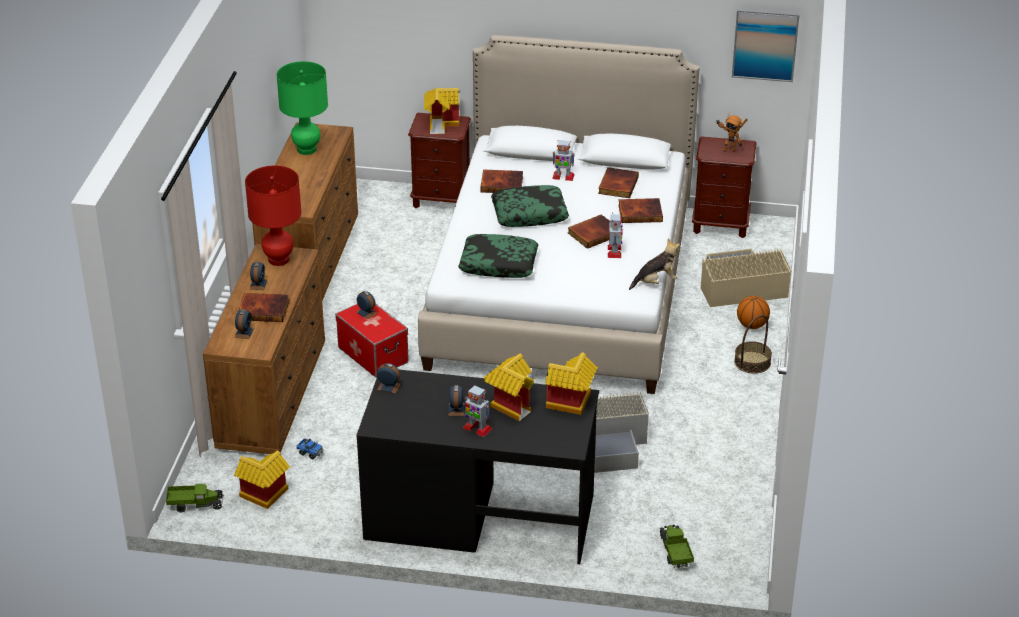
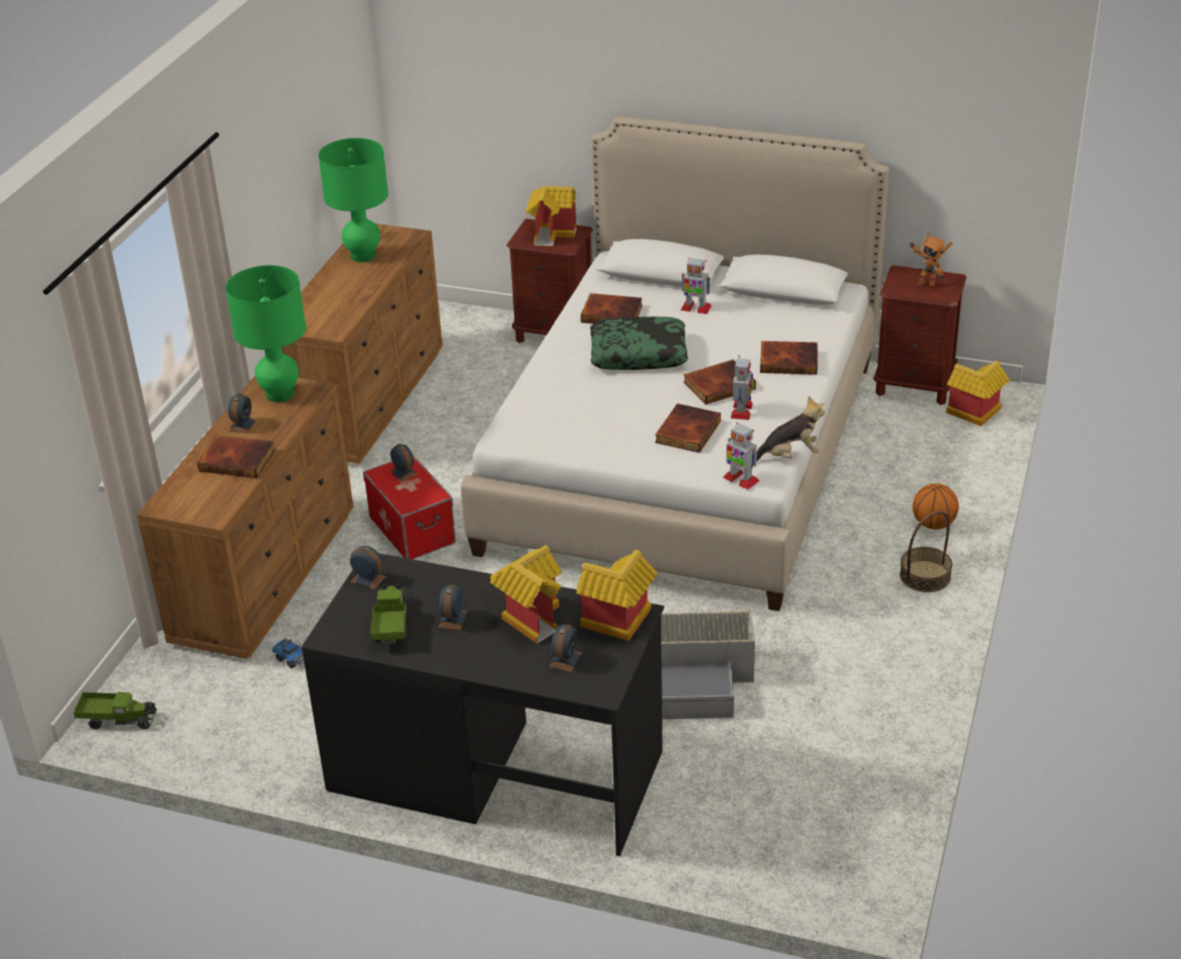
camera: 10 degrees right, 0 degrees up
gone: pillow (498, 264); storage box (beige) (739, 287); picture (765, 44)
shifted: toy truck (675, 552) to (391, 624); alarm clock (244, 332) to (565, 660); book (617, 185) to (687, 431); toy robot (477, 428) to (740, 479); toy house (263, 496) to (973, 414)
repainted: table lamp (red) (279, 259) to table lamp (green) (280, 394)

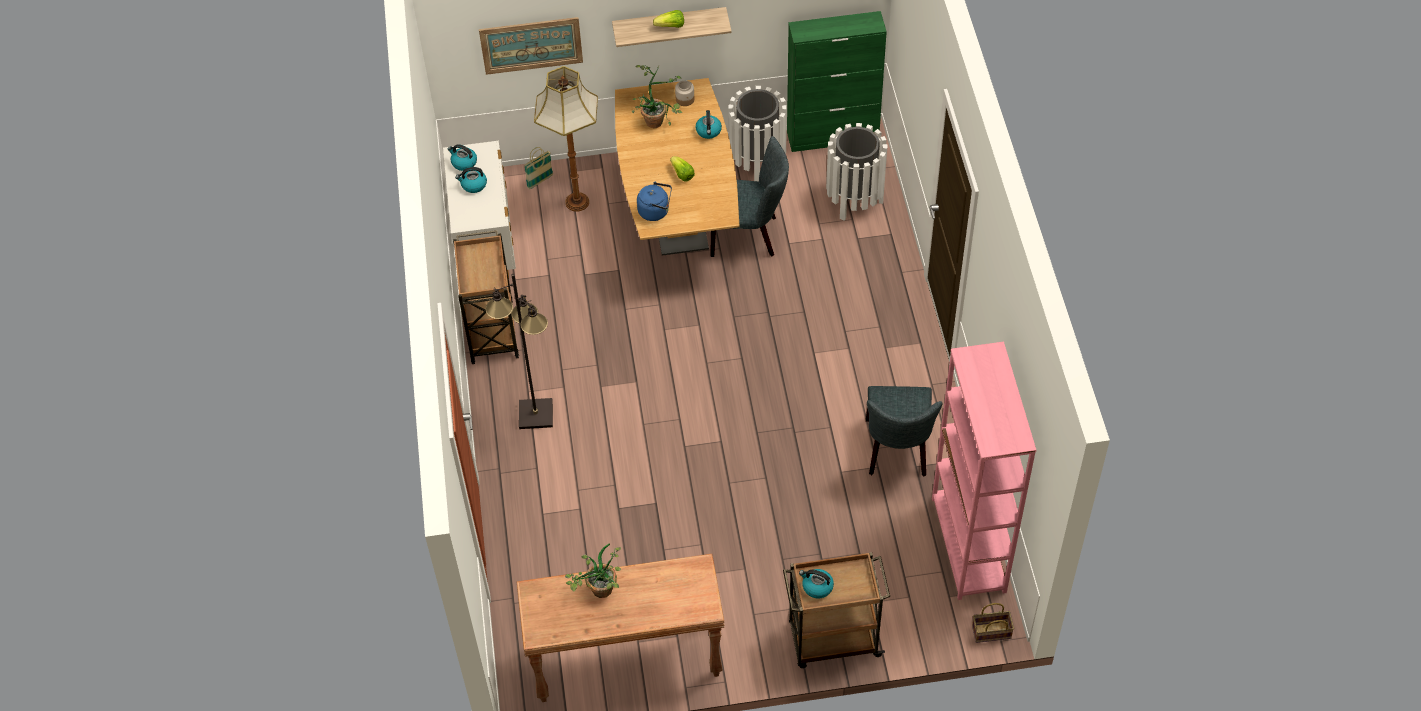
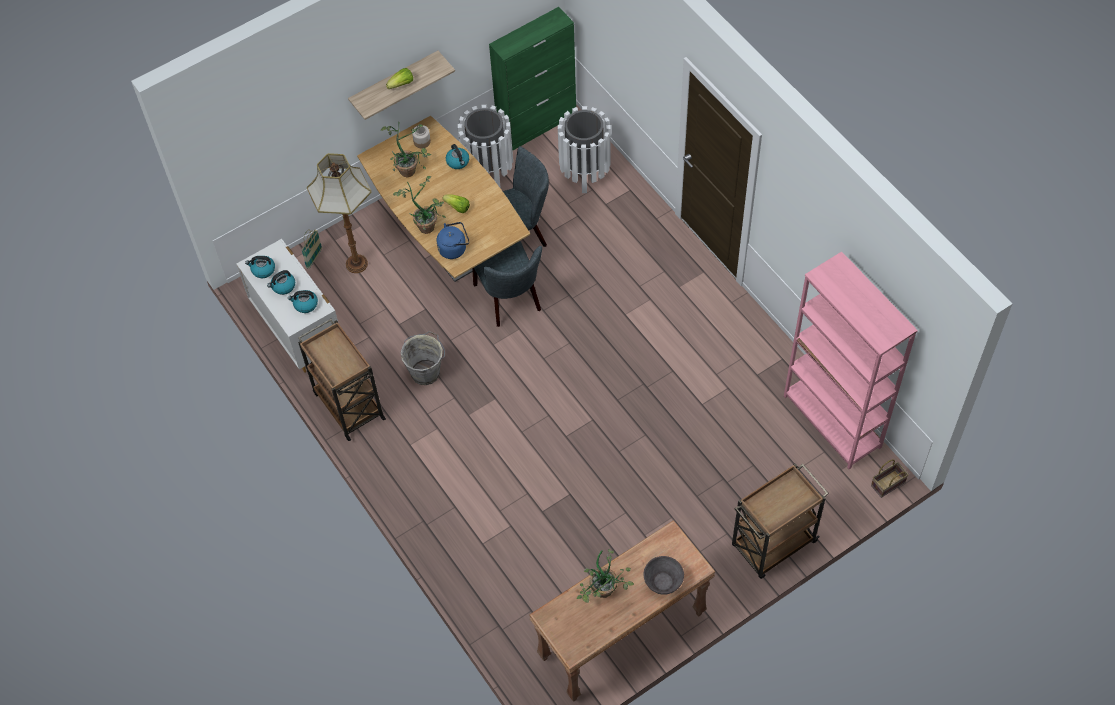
camera: 25 degrees left, 5 degrees up
gone: picture (531, 45); floor lamp (black) (535, 414)
new: potted plant (426, 223); bucket (grey) (426, 372); bowl (grey) (663, 581)
shifted: kettle (817, 587) to (305, 304); chair (grey) (897, 451) to (510, 300)

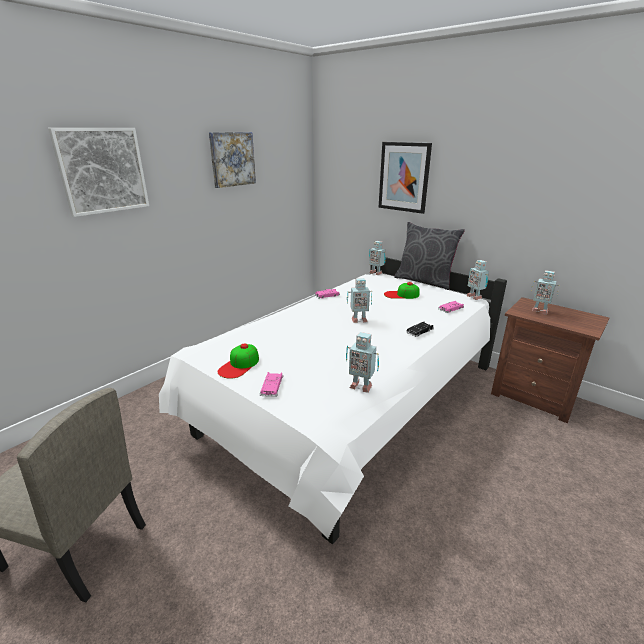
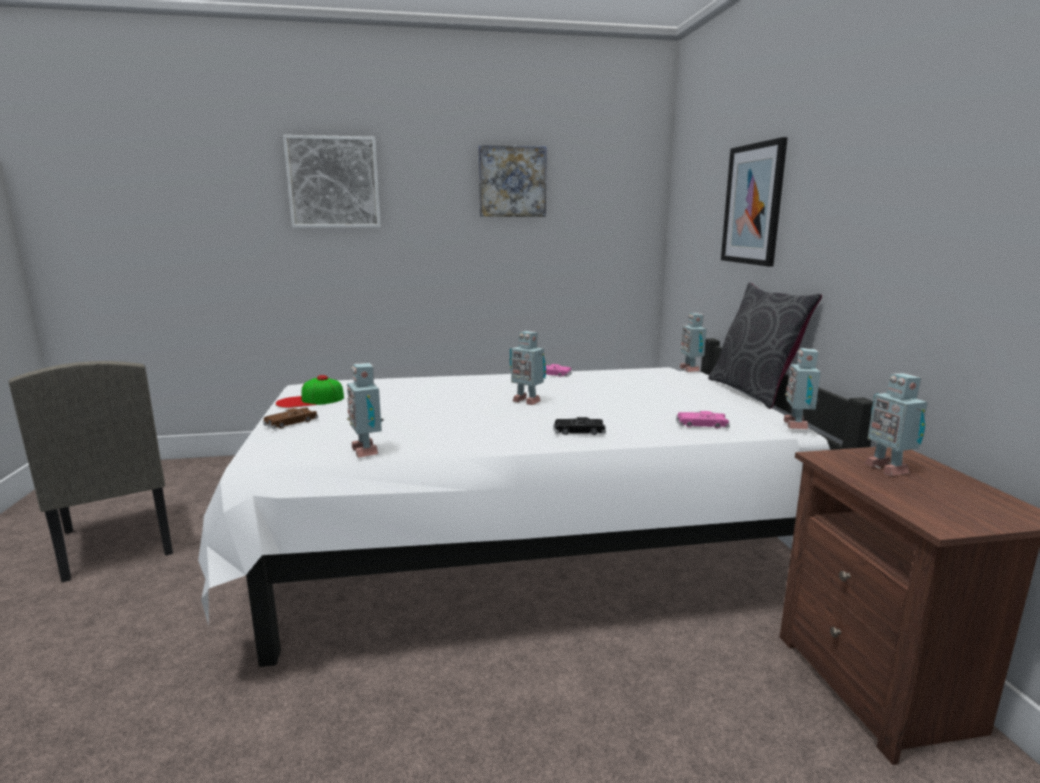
camera: 40 degrees right, 10 degrees down
gone: cap (401, 295)
repainted: toy car (pink) (272, 387) to toy car (brown) (291, 422)

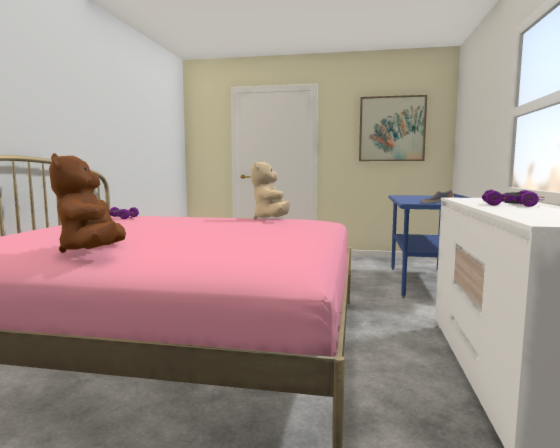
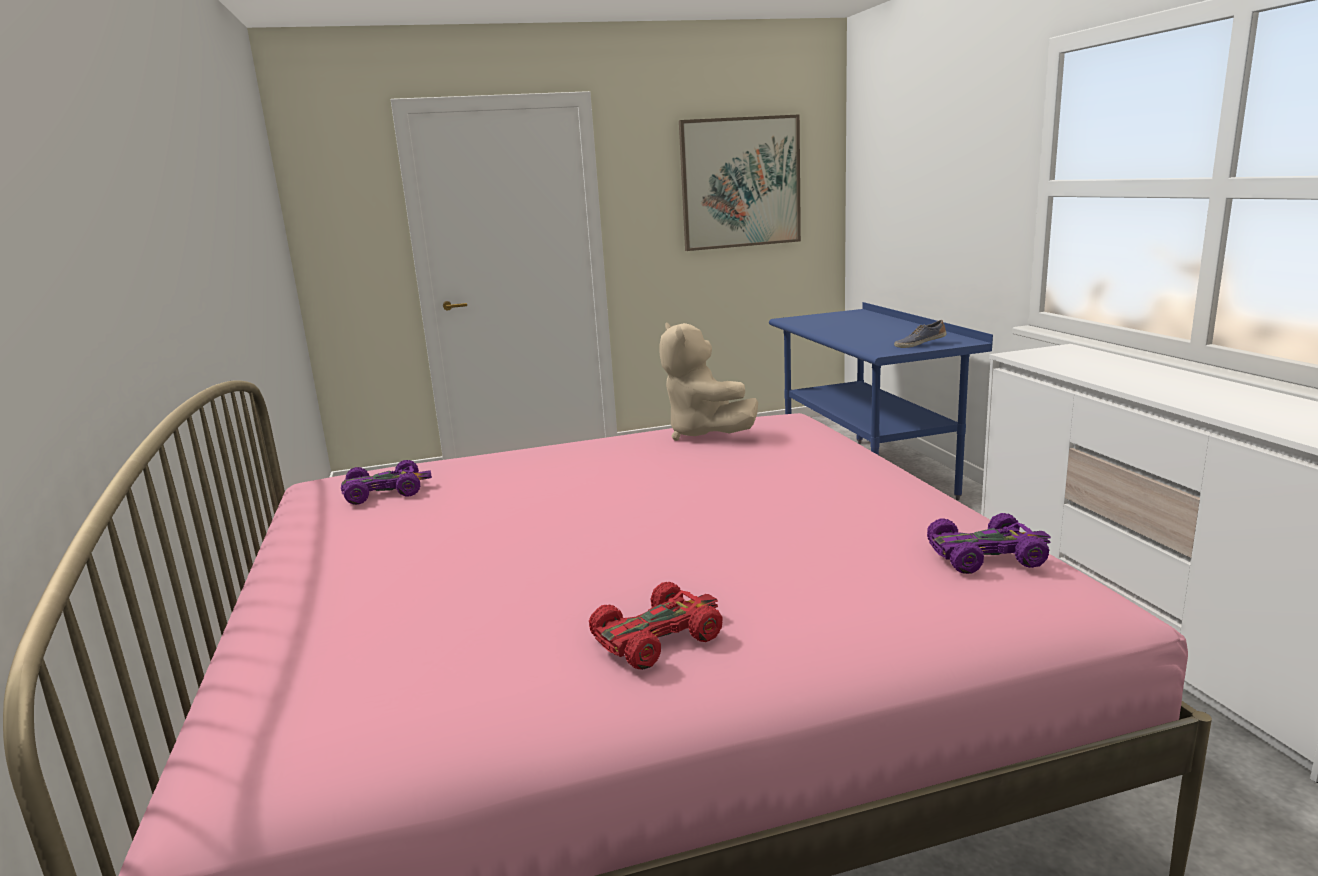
camera: 25 degrees left, 10 degrees up
shifted: toy car (purple) (509, 205) to (986, 556)
swapped: plush toy (brown) (93, 251) to toy car (red) (658, 637)

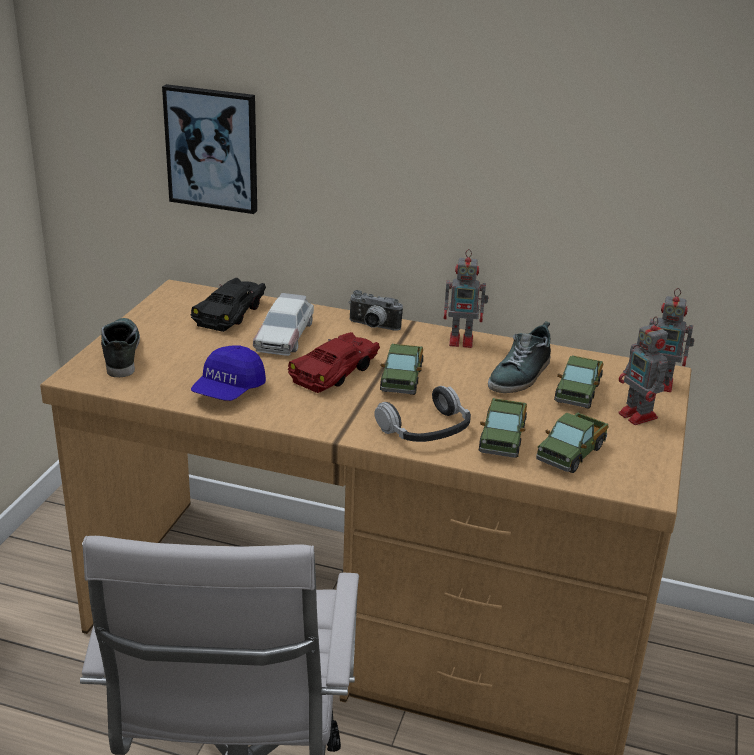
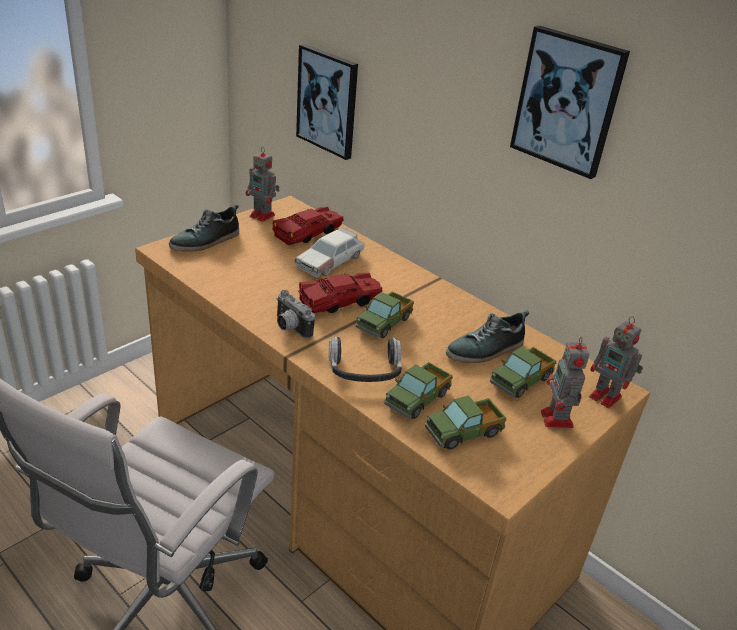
camera: 25 degrees right, 5 degrees up
gone: cap (blue) (228, 391)
new: picture (567, 102)
shifted: toy robot (463, 340) to (263, 216); photo camera (372, 327) to (289, 328)
repainted: toy car (black) (231, 313) to toy car (red) (309, 233)
rotated: shoe (120, 353) = (206, 241) 150 degrees counterclockwise

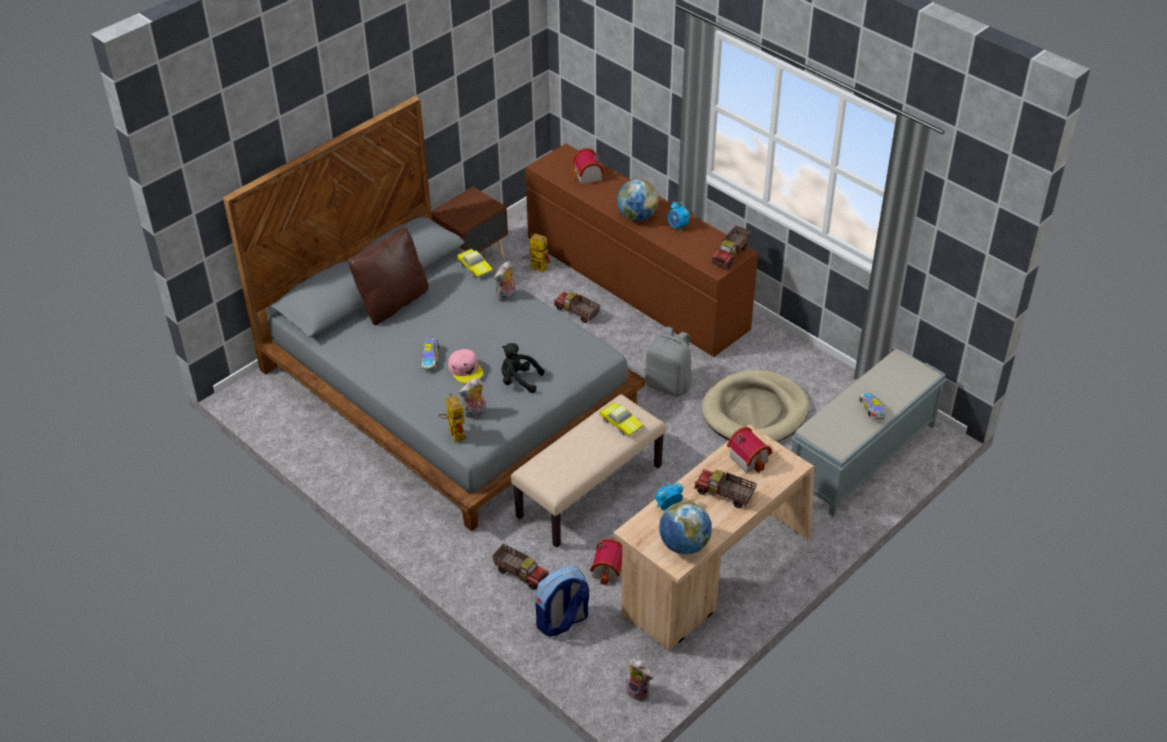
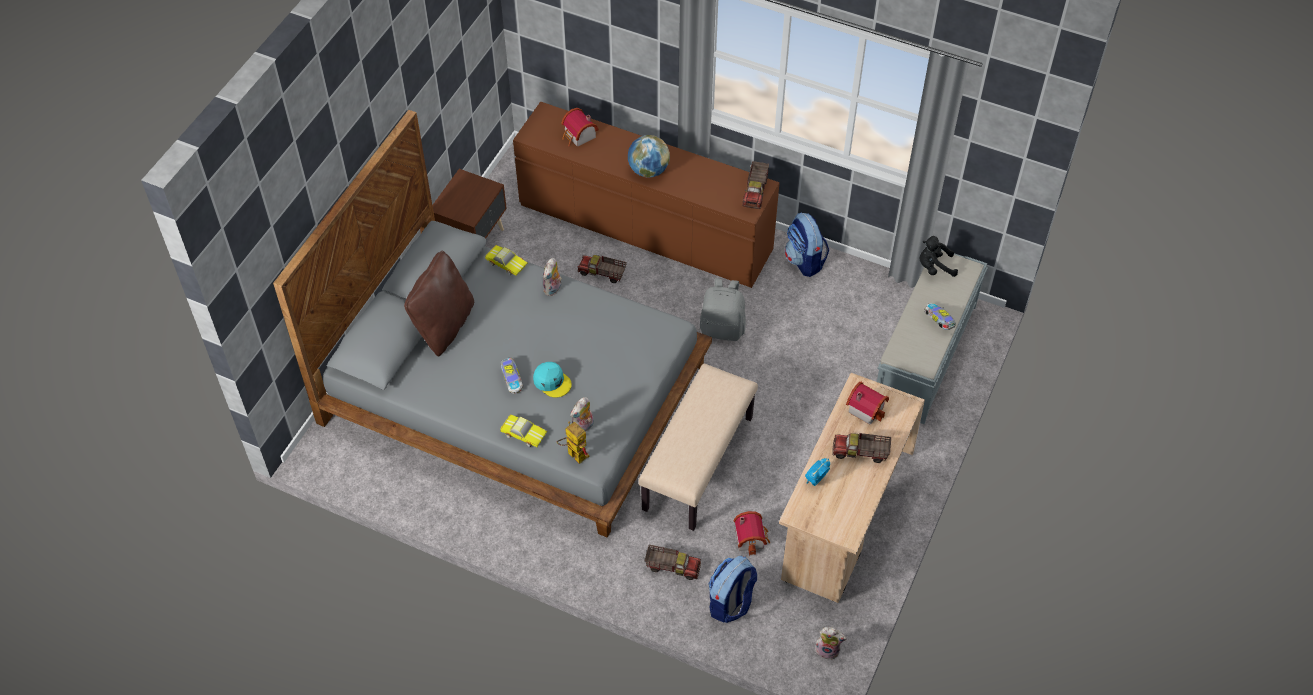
camera: 20 degrees left, 10 degrees up
gone: toy robot (535, 268); globe (684, 545); alarm clock (677, 226); dog bed (beige) (755, 412)
new: backpack (804, 261)
shifted: toy car (621, 422) to (524, 433); plush toy (black) (519, 380) to (934, 267)
repainted: cap (pink) (465, 369) to cap (turquoise) (552, 382)

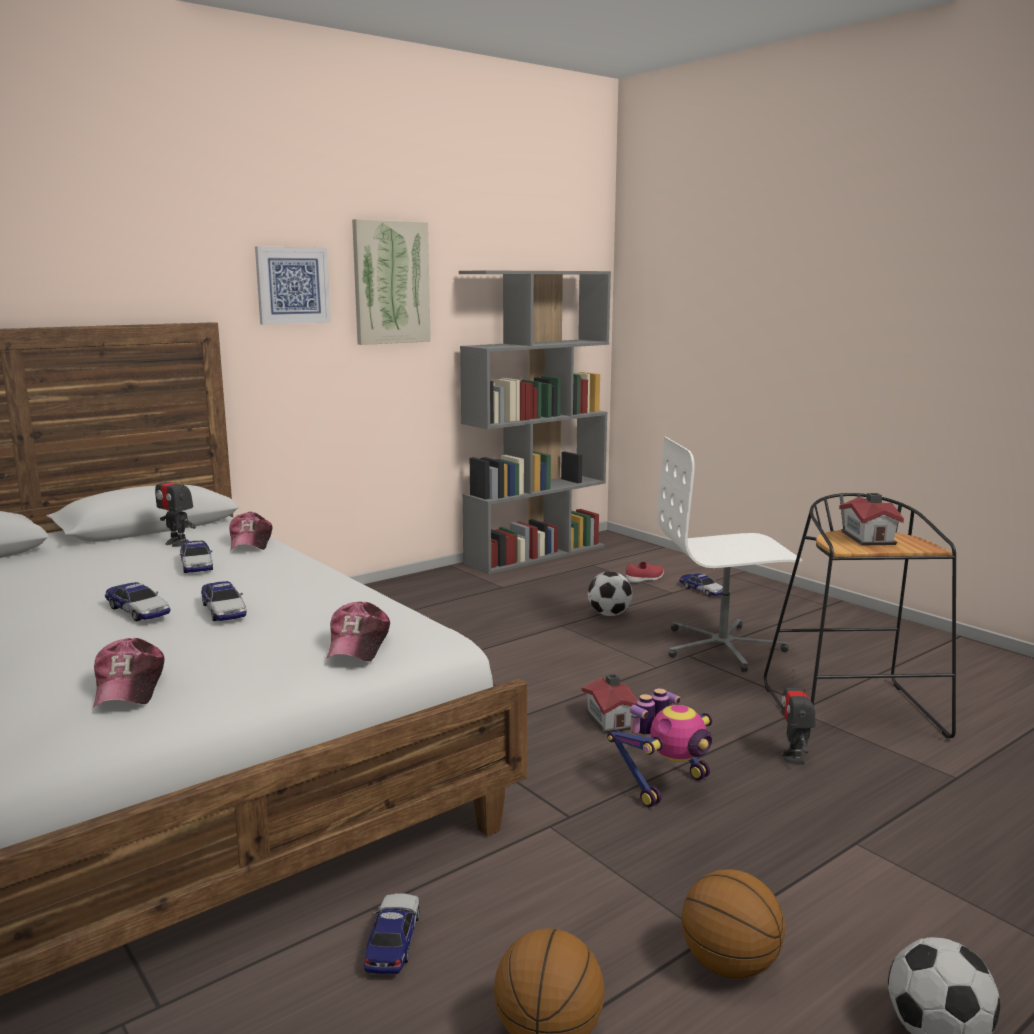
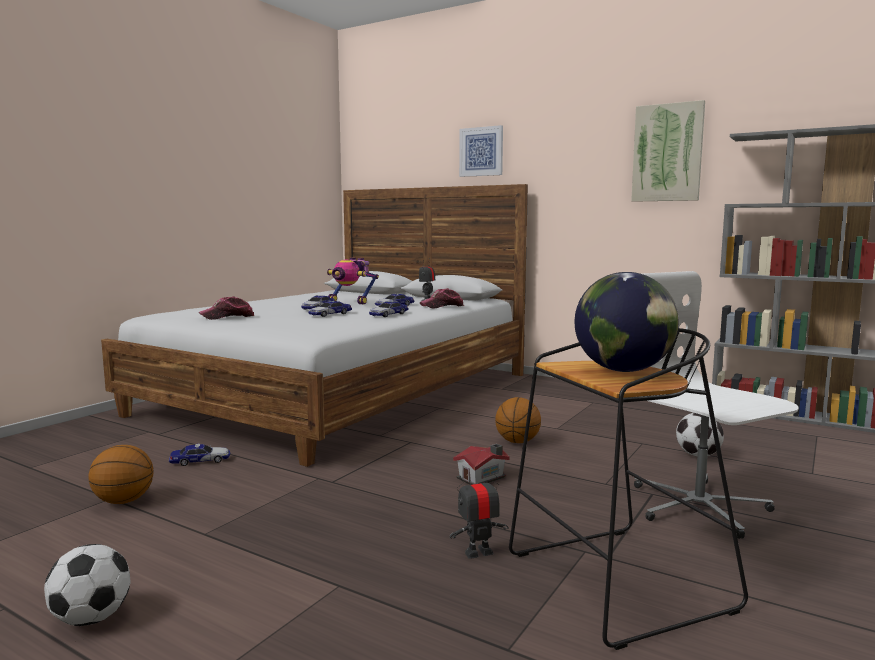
camera: 70 degrees right, 5 degrees down
gone: cap (358, 645); shoe (red) (645, 579)
shifted: toy robot (666, 785) to (351, 302); toy car (702, 590) to (389, 315); picture (292, 285) to (481, 151); basketball (729, 965) to (517, 442)
swapped: toy house (869, 537) to globe (623, 370)

